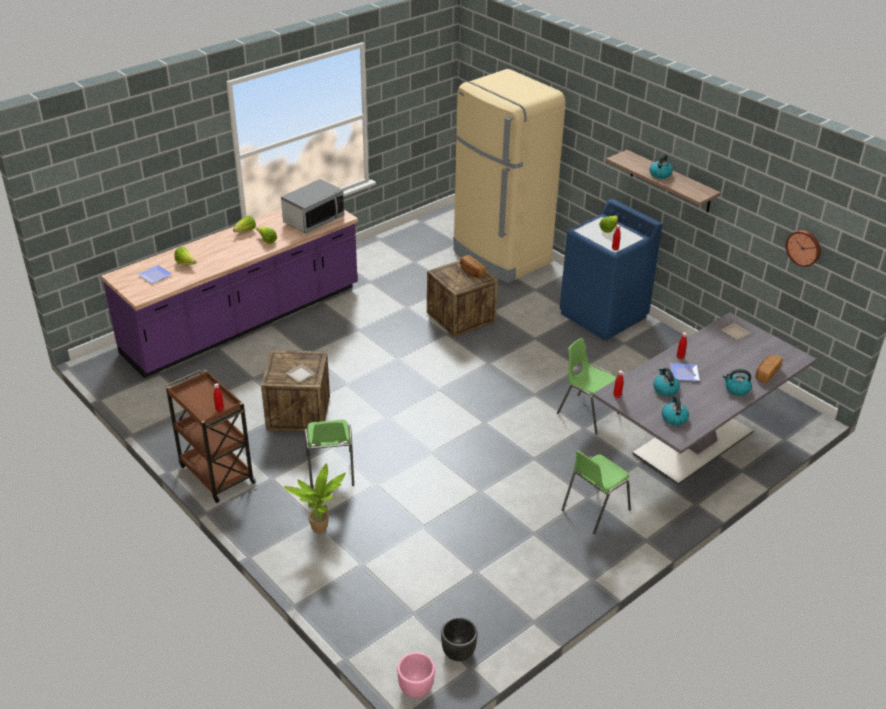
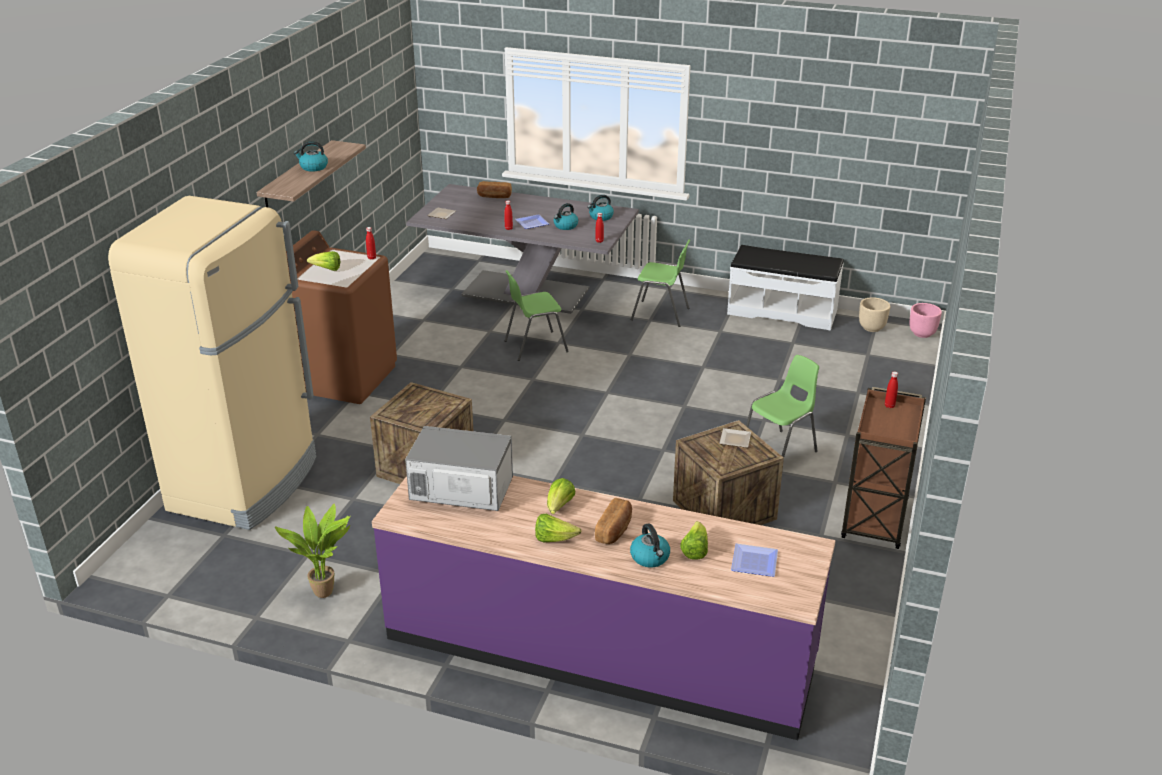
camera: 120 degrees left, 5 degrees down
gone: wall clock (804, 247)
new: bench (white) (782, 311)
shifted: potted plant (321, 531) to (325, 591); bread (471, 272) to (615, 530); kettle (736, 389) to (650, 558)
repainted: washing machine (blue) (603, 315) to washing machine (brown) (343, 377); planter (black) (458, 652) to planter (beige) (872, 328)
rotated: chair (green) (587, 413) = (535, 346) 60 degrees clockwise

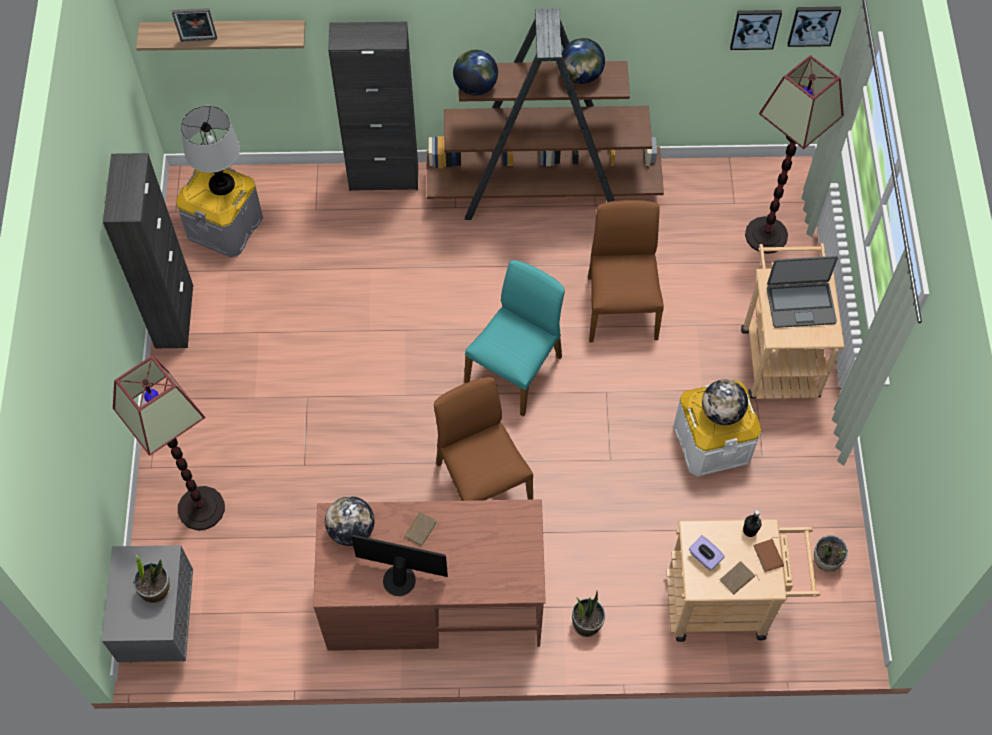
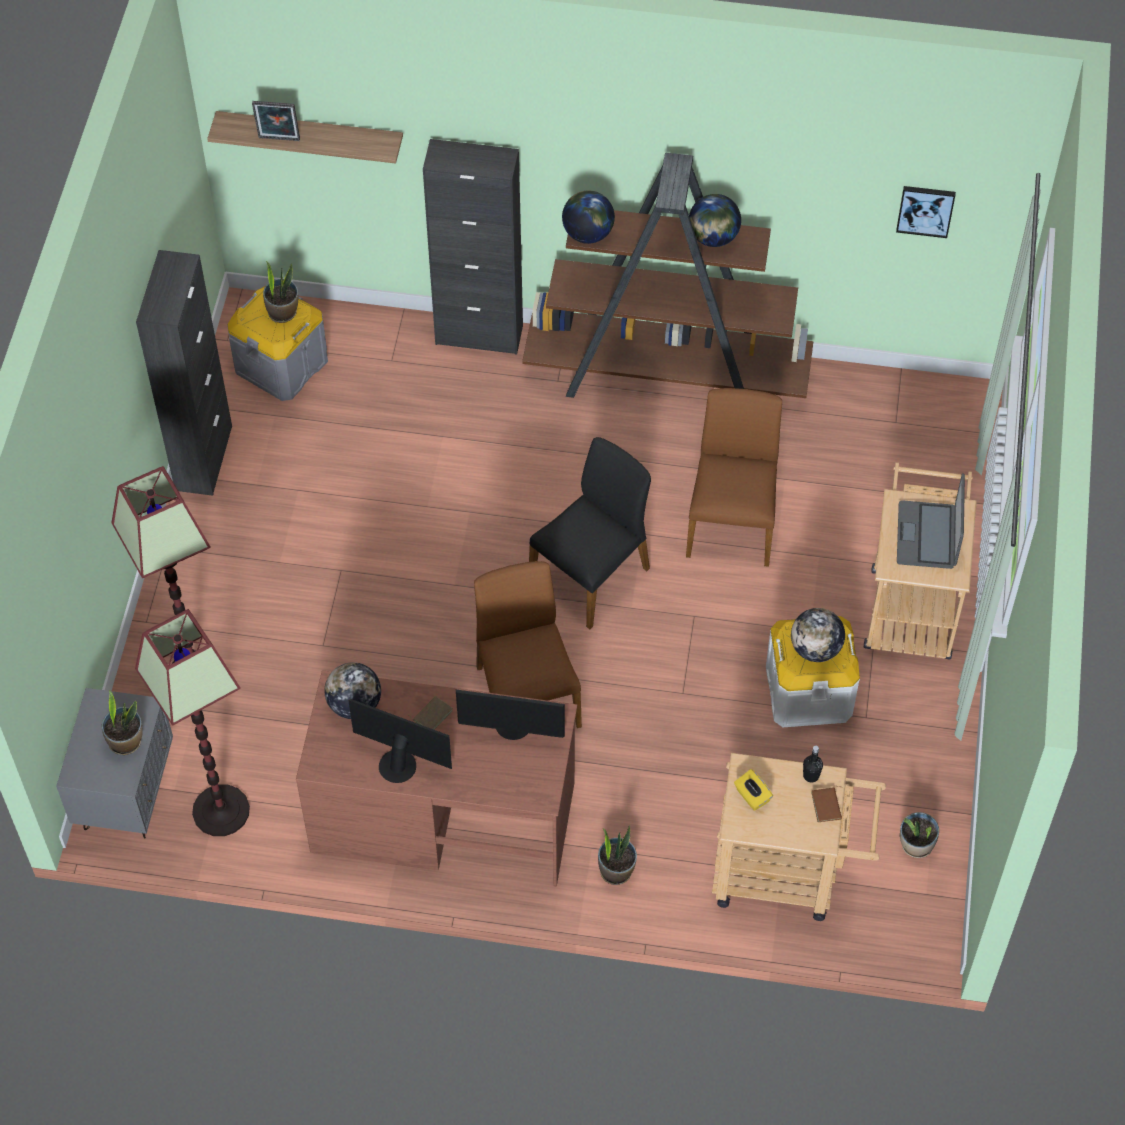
camera: 10 degrees right, 5 degrees down
gone: book (brown) (737, 579); picture (813, 25)
new: monitor (513, 727)
shifted: floor lamp (766, 235) to (221, 811)
swapped: table lamp (221, 185) to potted plant (283, 312)
repainted: chair (turquoise) (515, 369) to chair (black) (591, 574); tissue box (purple) (704, 557) to tissue box (yellow) (752, 796)
rotated: laptop (800, 304) = (928, 536) 90 degrees clockwise

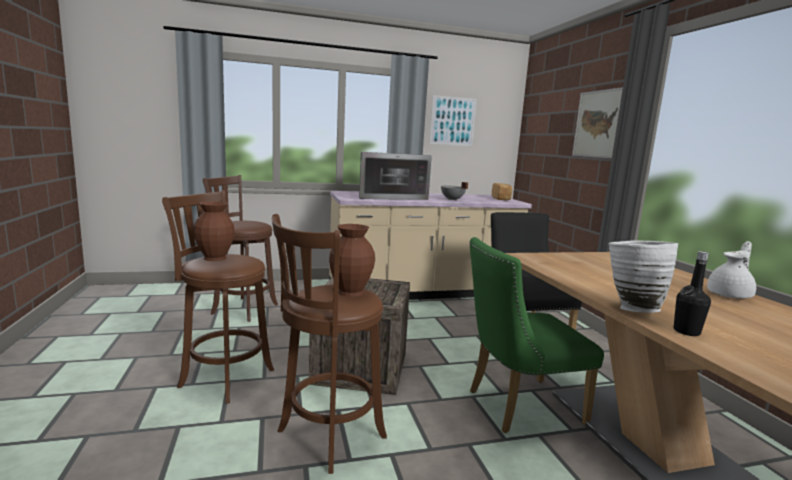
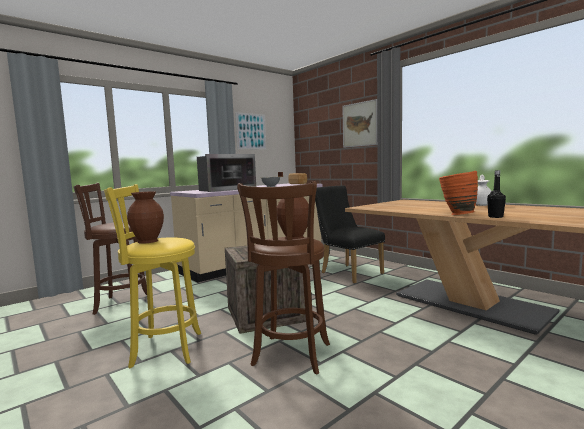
camera: 25 degrees left, 5 degrees down
gone: chair (green) (516, 406)
repainted: stool (brown) (223, 377) to stool (yellow) (163, 349); vase (white) (630, 308) to vase (orange) (456, 214)

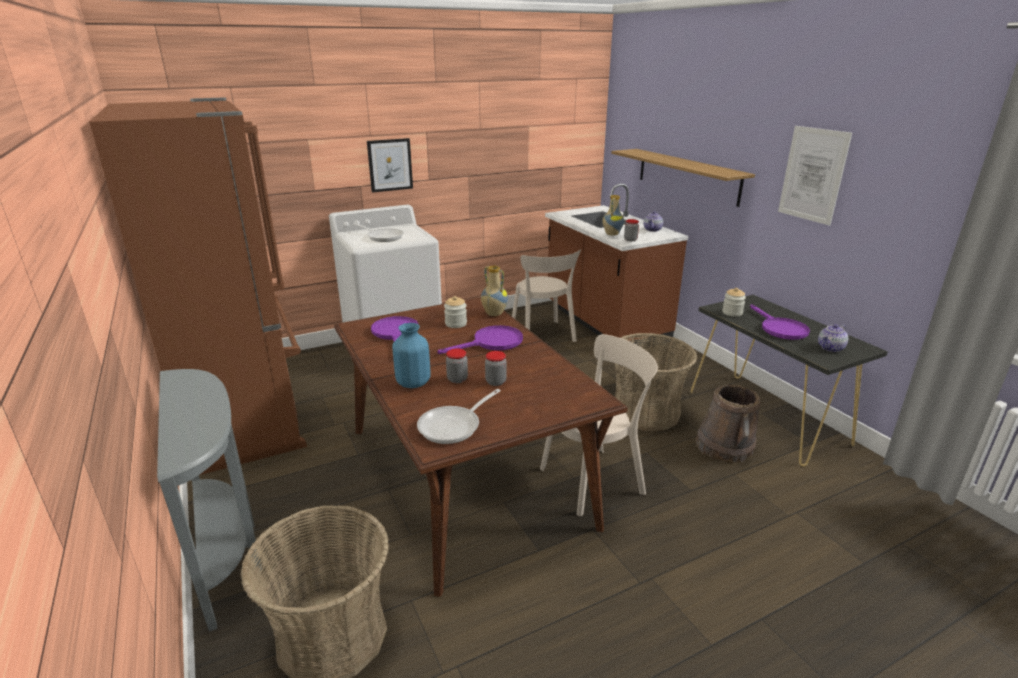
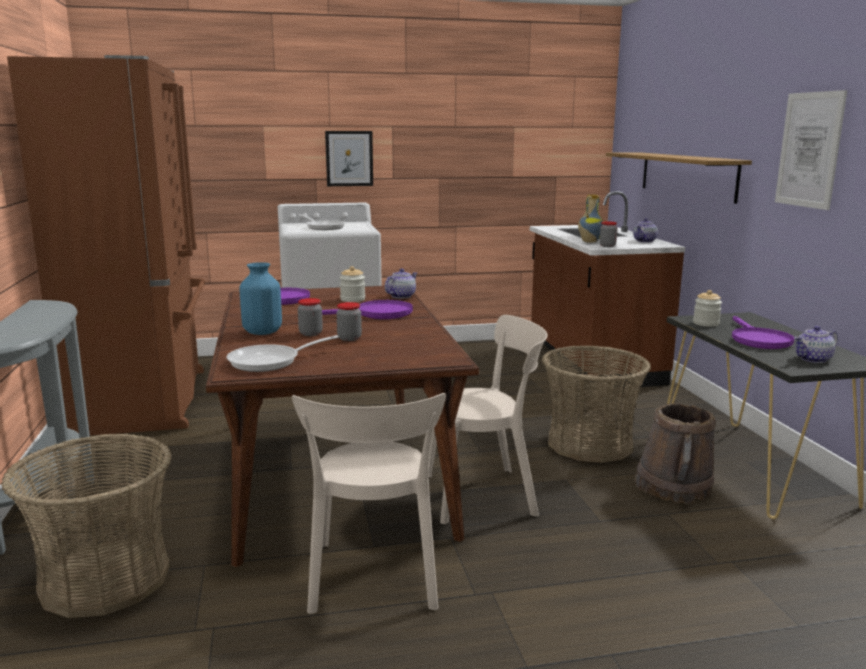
camera: 15 degrees right, 10 degrees down
shifted: chair (beige) (543, 336) to (374, 580)
swapped: vase (493, 314) to teapot (401, 296)

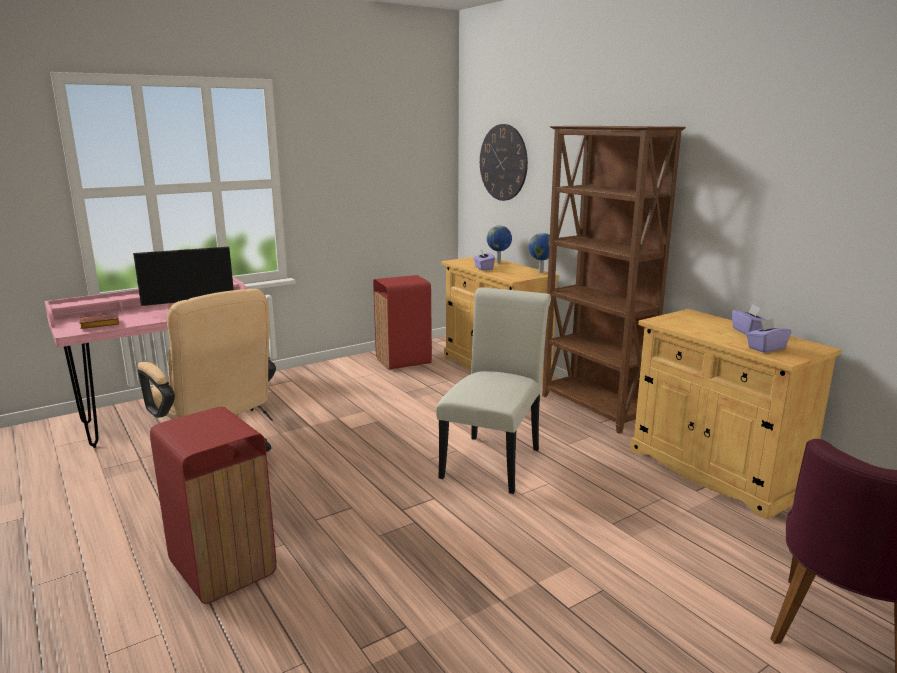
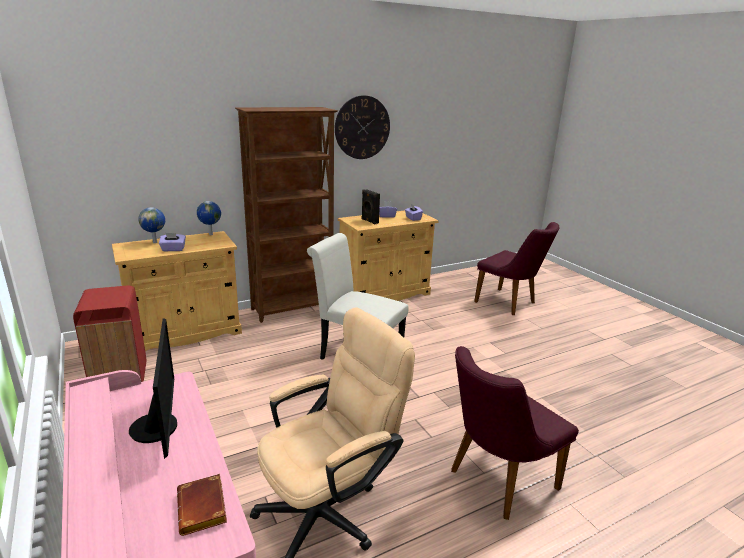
camera: 85 degrees left, 5 degrees up
new: speaker (black) (369, 221)
shifted: wall clock (503, 162) to (362, 127)
swapped: trash can (red) (223, 567) to chair (purple) (495, 481)

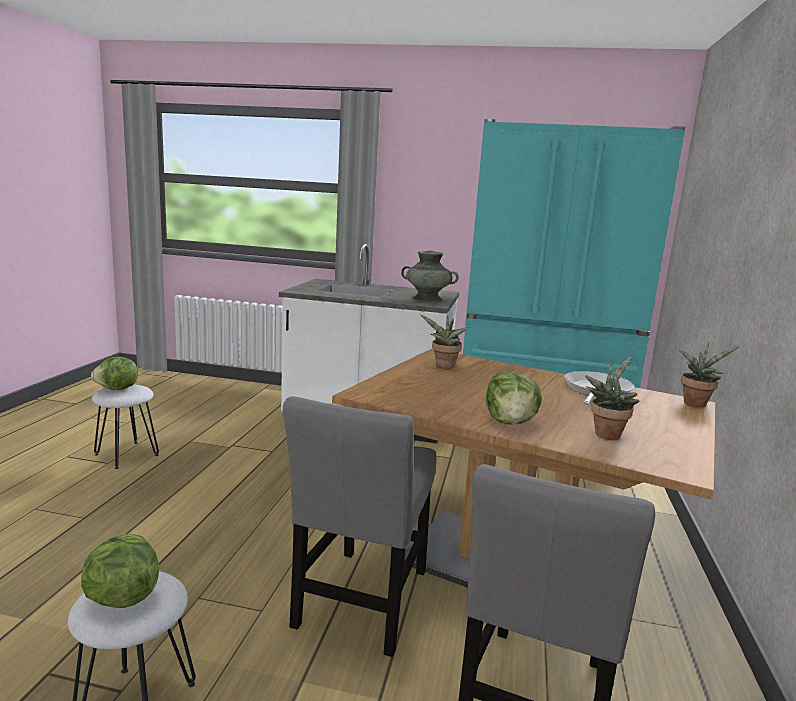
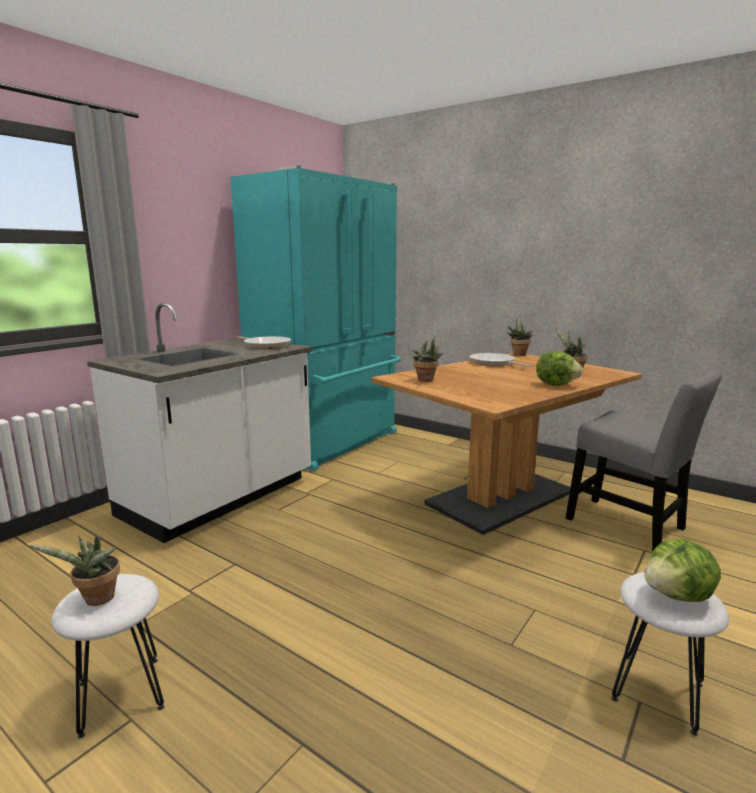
camera: 65 degrees left, 0 degrees up
gone: chair (grey) (361, 603)
swapped: lettuce (117, 389) to potted plant (96, 600); vase (turquoise) (427, 299) to frying pan (266, 345)

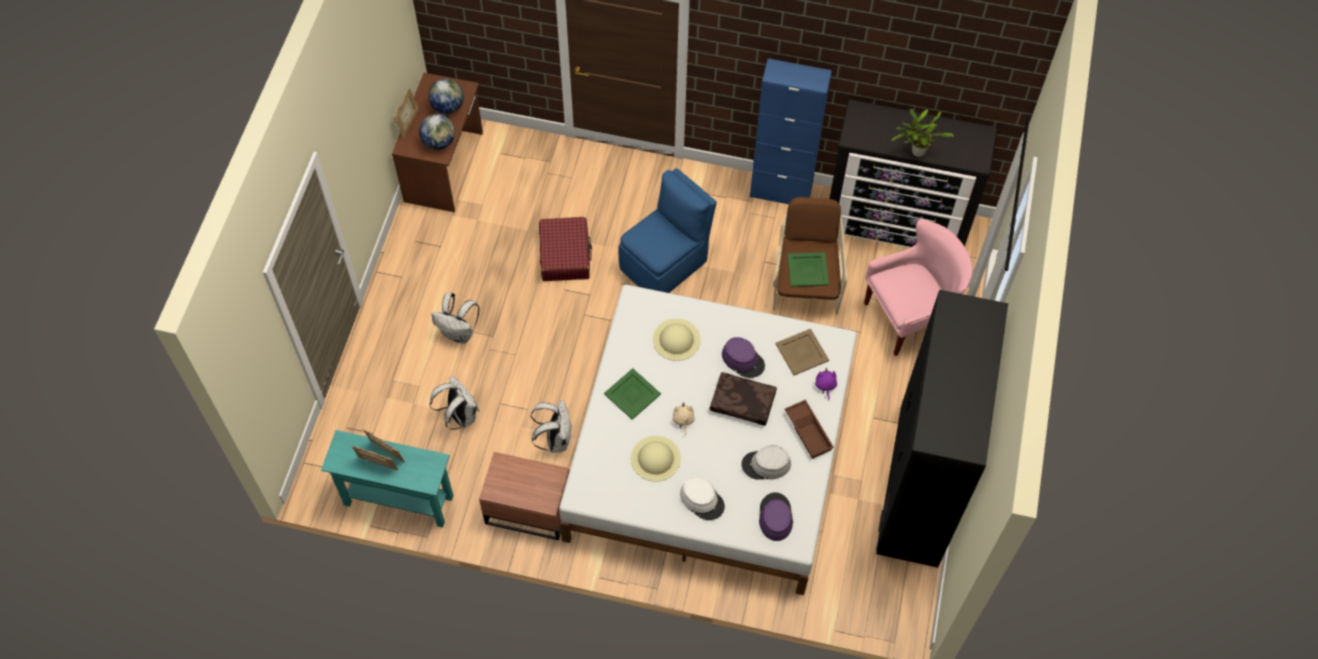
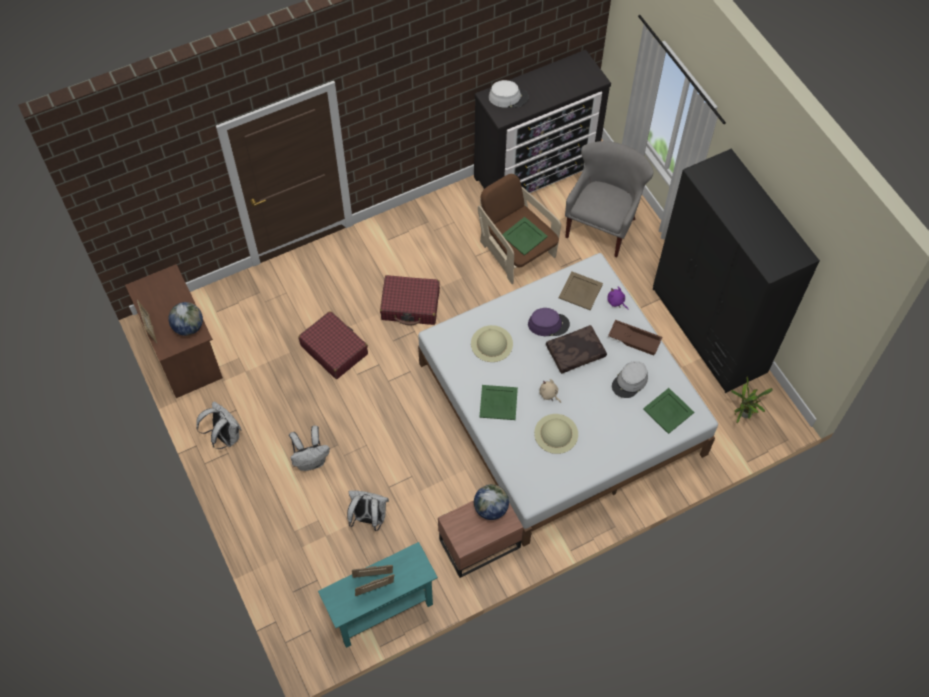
camera: 40 degrees left, 0 degrees up
gone: cabinet (blue) (781, 192)
shifted: backpack (white) (555, 439) to (225, 436); globe (447, 107) to (490, 508); hat (white) (702, 500) to (508, 97); potted plant (916, 152) to (743, 414)
swapped: chair (blue) (665, 264) to suitcase (red) (410, 305); hat (purple) (775, 517) to tray (green) (668, 411)
repainted: armchair (pink) (909, 318) to armchair (grey) (602, 227)

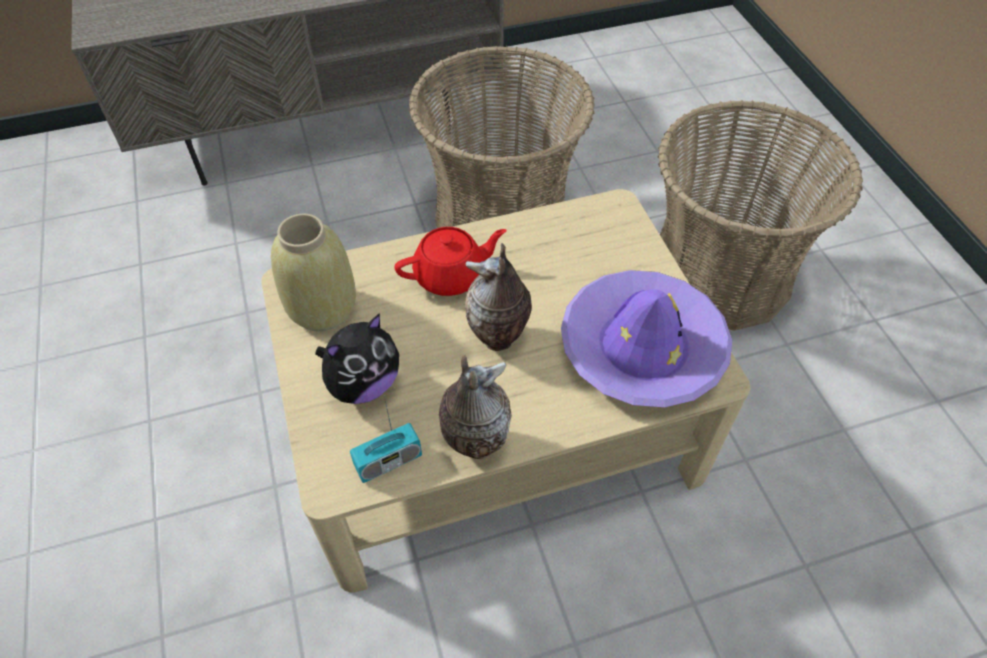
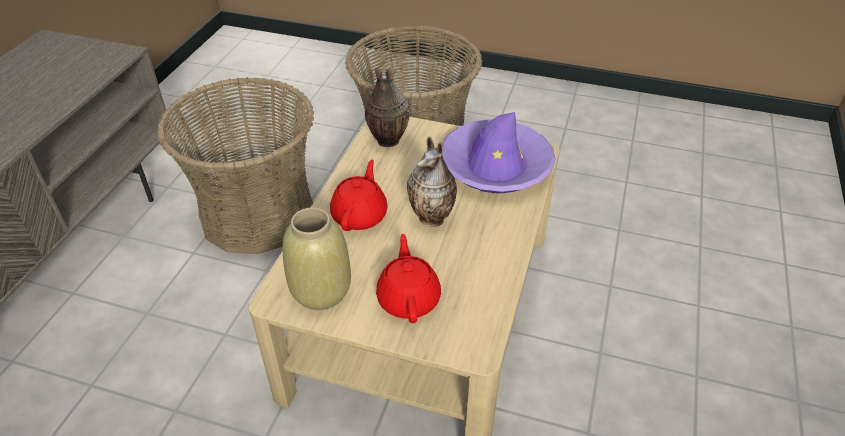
camera: 55 degrees left, 10 degrees down
gone: radio (388, 461)
shifted: vase (474, 442) to (387, 141)
swapped: plush toy (363, 384) to teapot (red) (409, 298)

